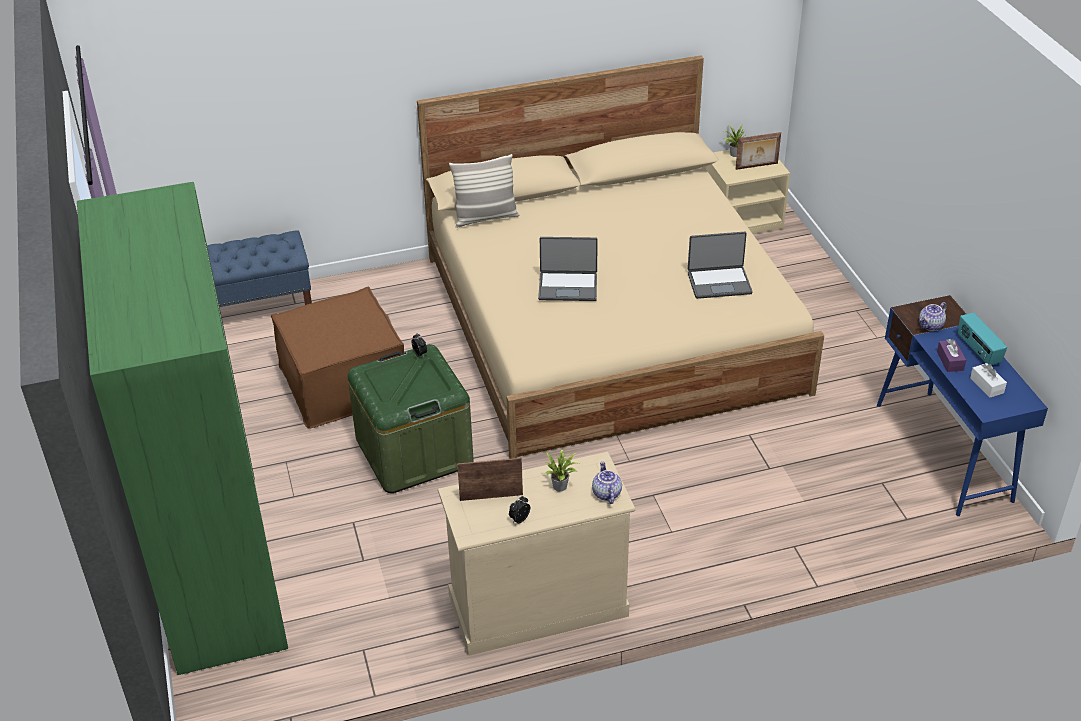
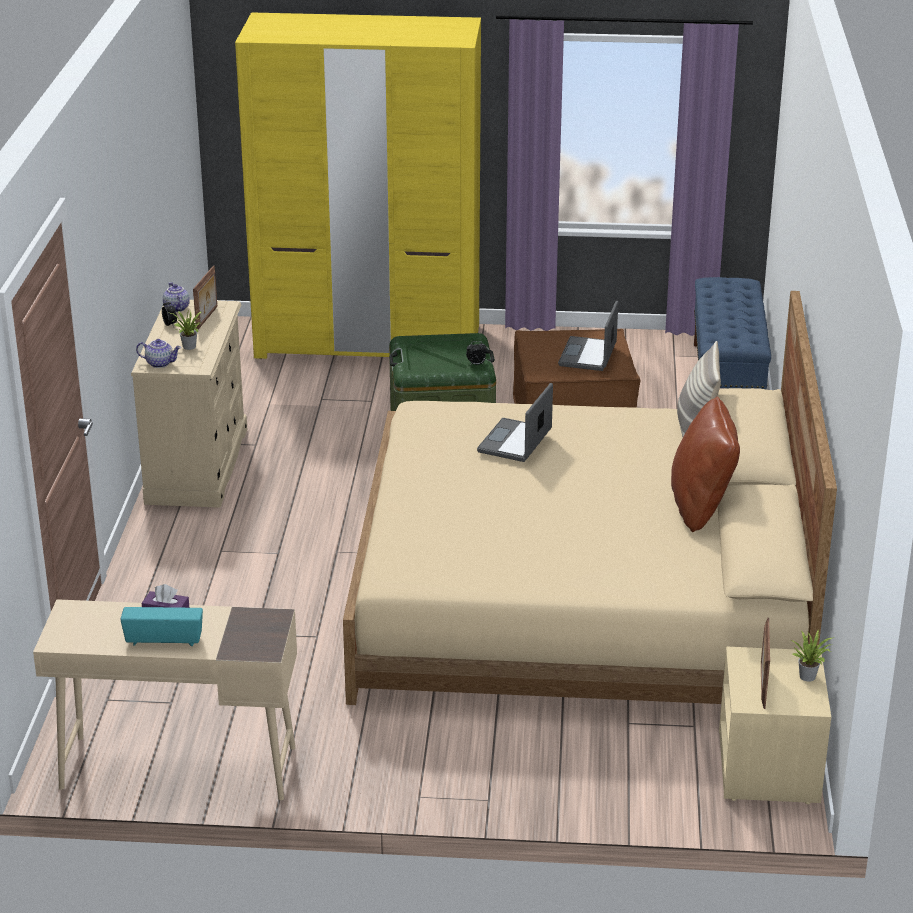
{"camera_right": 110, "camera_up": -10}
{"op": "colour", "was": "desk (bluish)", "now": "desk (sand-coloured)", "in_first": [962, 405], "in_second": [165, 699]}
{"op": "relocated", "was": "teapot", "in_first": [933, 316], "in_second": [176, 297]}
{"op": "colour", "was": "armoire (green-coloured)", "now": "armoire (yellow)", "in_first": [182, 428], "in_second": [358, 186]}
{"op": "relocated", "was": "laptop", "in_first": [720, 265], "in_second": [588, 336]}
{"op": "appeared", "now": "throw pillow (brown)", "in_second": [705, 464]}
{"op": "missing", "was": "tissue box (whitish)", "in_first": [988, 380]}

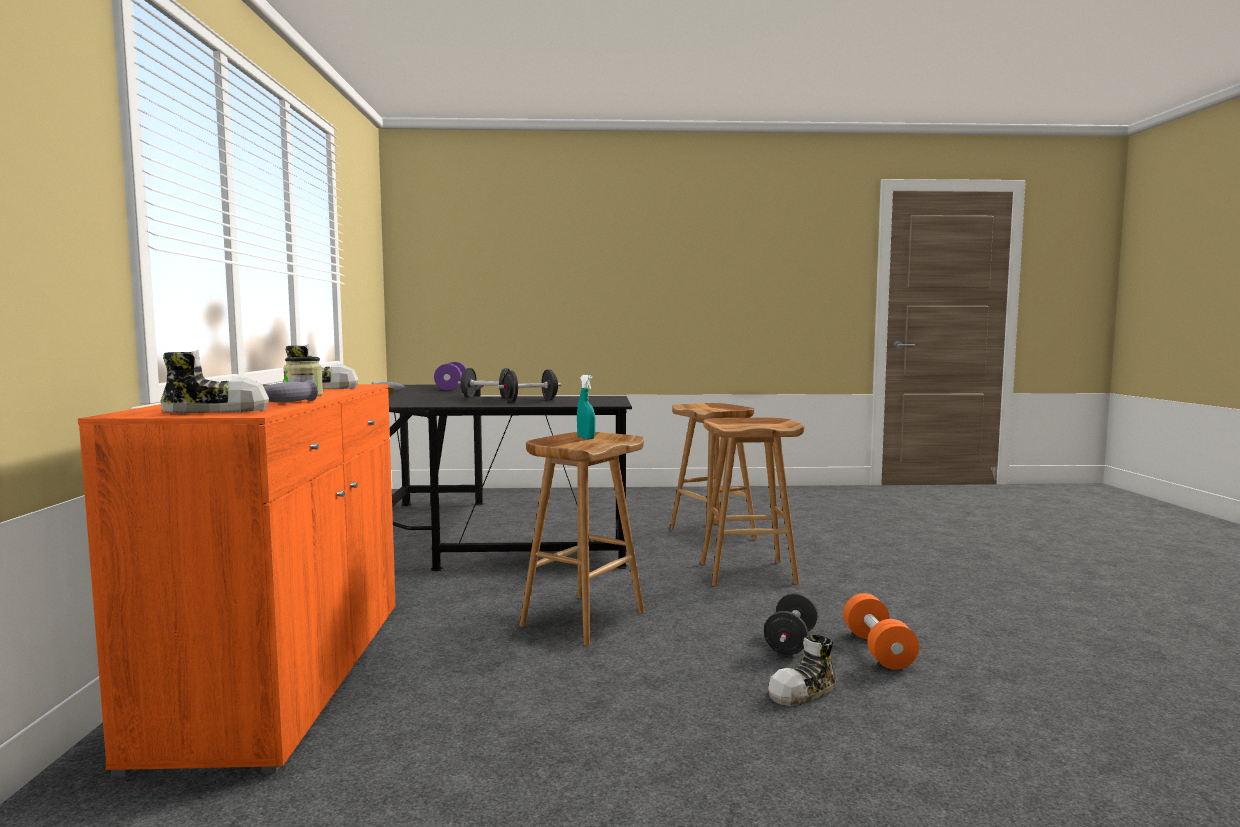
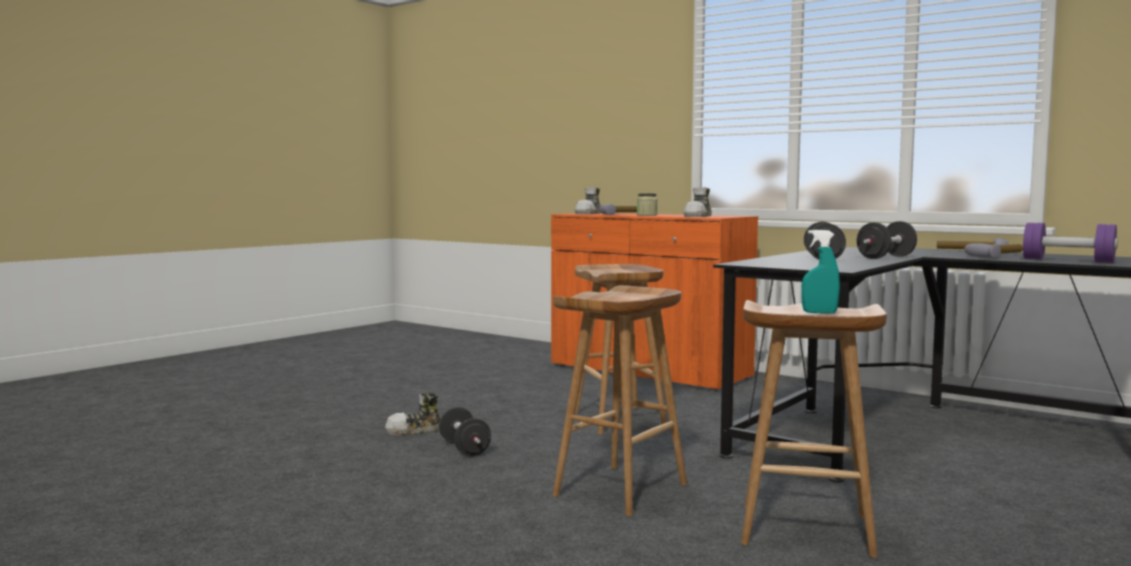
{"camera_right": 130, "camera_up": 0}
{"op": "spun", "was": "shoe", "in_first": [802, 670], "in_second": [413, 414], "clockwise": -120}
{"op": "relocated", "was": "hand sprayer (blue-green)", "in_first": [586, 407], "in_second": [821, 272]}
{"op": "appeared", "now": "hammer", "in_second": [993, 251]}
{"op": "missing", "was": "free weight (orange-coloured)", "in_first": [881, 631]}

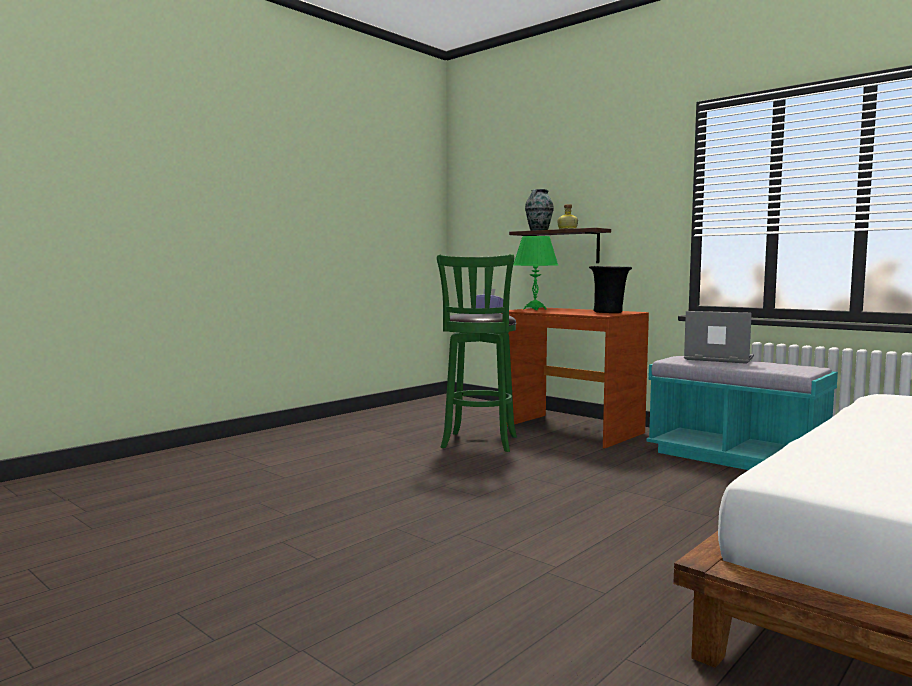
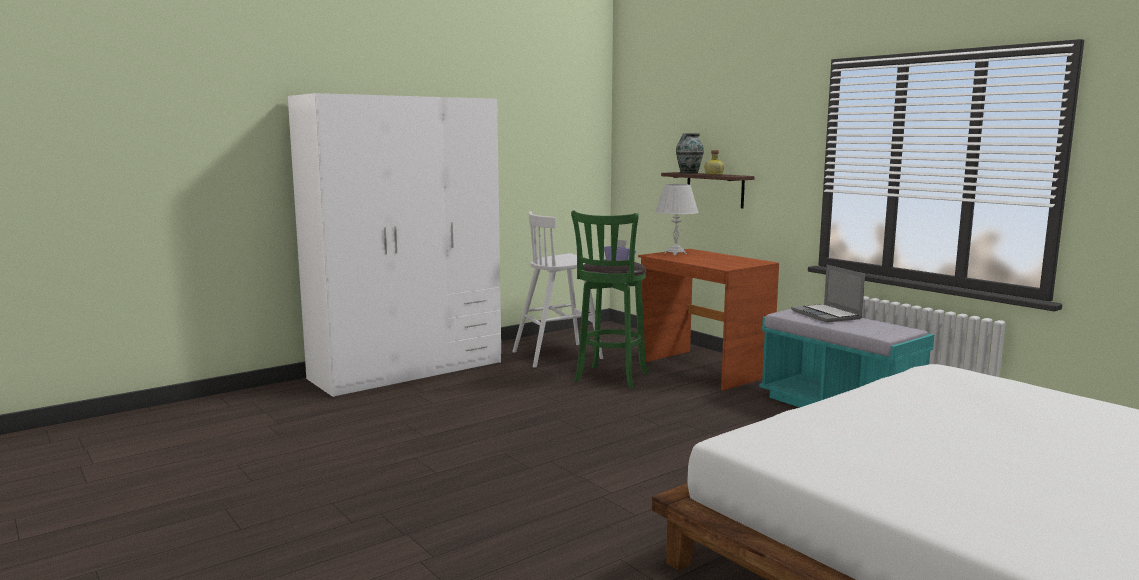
{"camera_right": 10, "camera_up": 5}
{"op": "appeared", "now": "armoire (whitish)", "in_second": [394, 245]}
{"op": "appeared", "now": "stool seat (whitish)", "in_second": [557, 289]}
{"op": "colour", "was": "lamp for a table (green-coloured)", "now": "lamp for a table (whitish)", "in_first": [536, 273], "in_second": [677, 219]}
{"op": "spun", "was": "laptop", "in_first": [719, 337], "in_second": [828, 294], "clockwise": -150}
{"op": "missing", "was": "vase (black-coloured)", "in_first": [610, 289]}

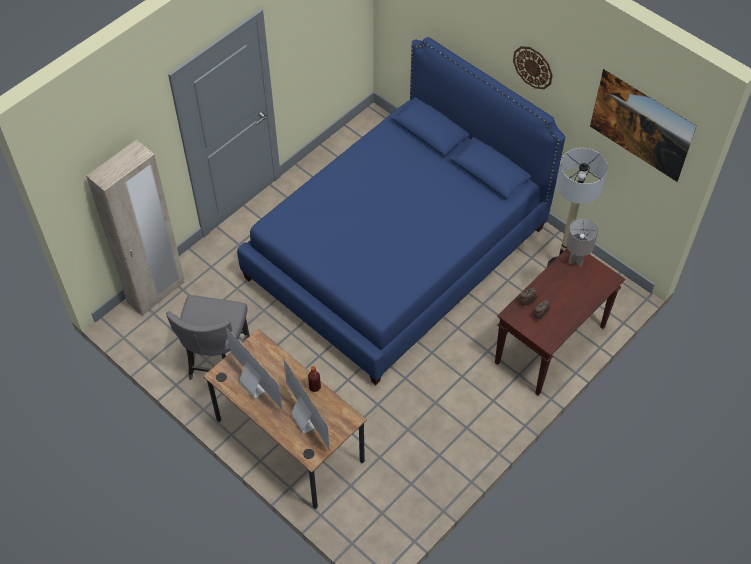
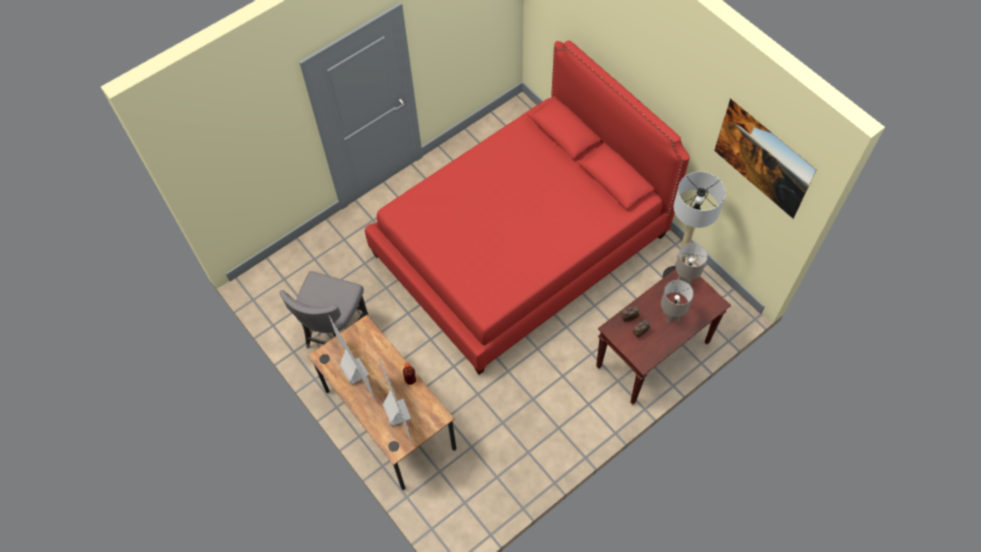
{"camera_right": 10, "camera_up": 5}
{"op": "colour", "was": "bedroom bed (bluish)", "now": "bedroom bed (reddish)", "in_first": [401, 211], "in_second": [527, 208]}
{"op": "appeared", "now": "lamp for a table (grey)", "in_second": [677, 301]}
{"op": "missing", "was": "armoire (sand-coloured)", "in_first": [135, 228]}
{"op": "missing", "was": "hanging clock", "in_first": [533, 67]}

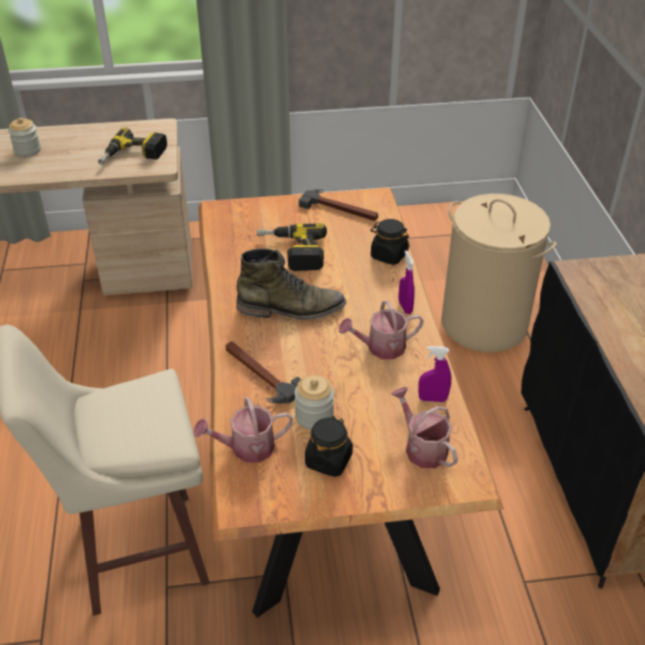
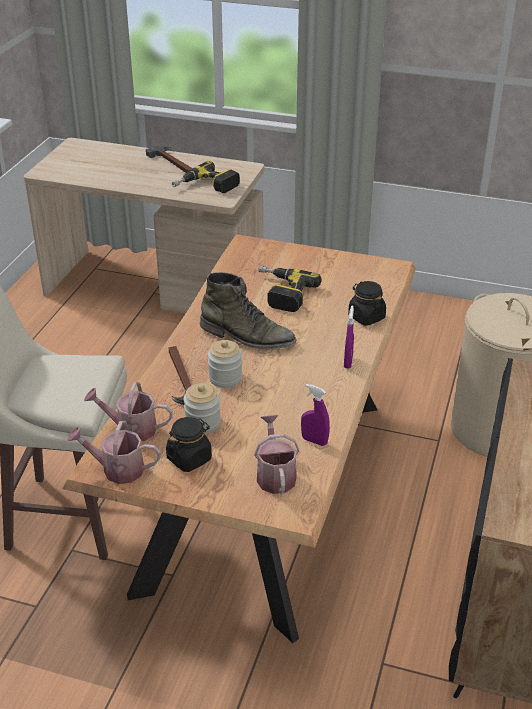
{"camera_right": 25, "camera_up": -5}
{"op": "relocated", "was": "watering pot", "in_first": [381, 330], "in_second": [114, 452]}
{"op": "relocated", "was": "hammer", "in_first": [338, 205], "in_second": [169, 159]}
{"op": "relocated", "was": "preserve jar", "in_first": [24, 137], "in_second": [225, 364]}

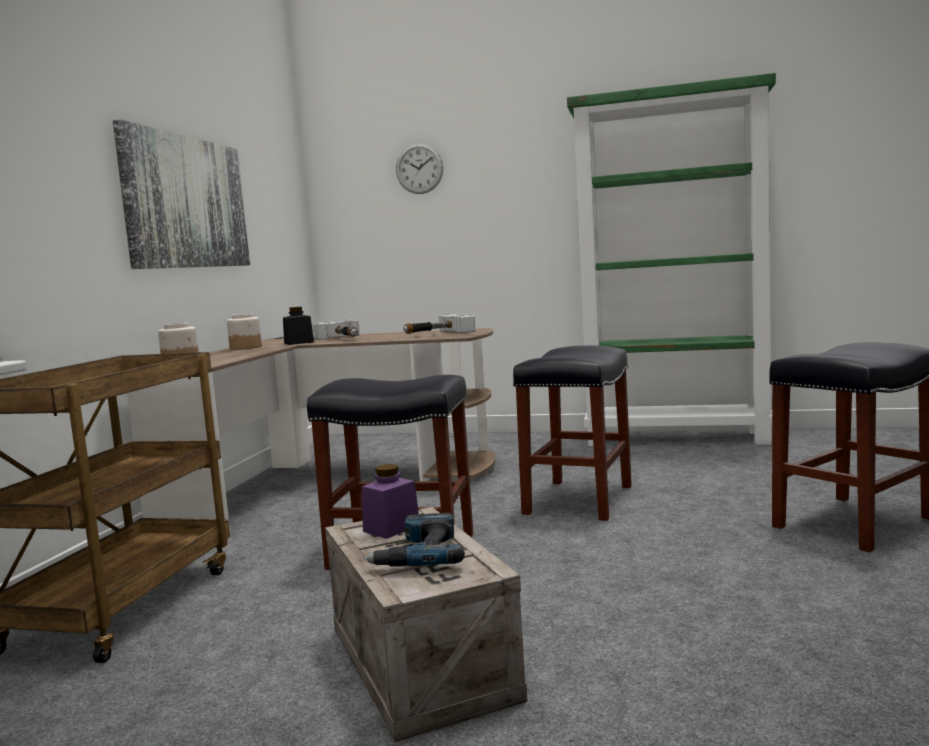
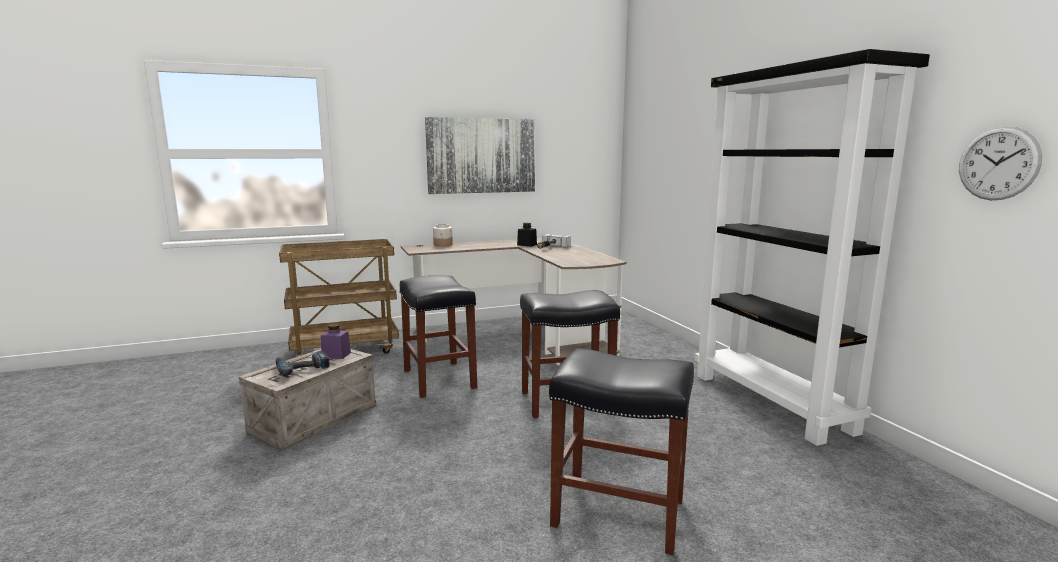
{"camera_right": 55, "camera_up": 5}
{"op": "colour", "was": "bookcase (green-coloured)", "now": "bookcase (black-coloured)", "in_first": [671, 259], "in_second": [812, 247]}
{"op": "relocated", "was": "hanging clock", "in_first": [419, 168], "in_second": [1000, 163]}
{"op": "missing", "was": "preserve jar", "in_first": [244, 331]}
{"op": "missing", "was": "hammer", "in_first": [439, 324]}

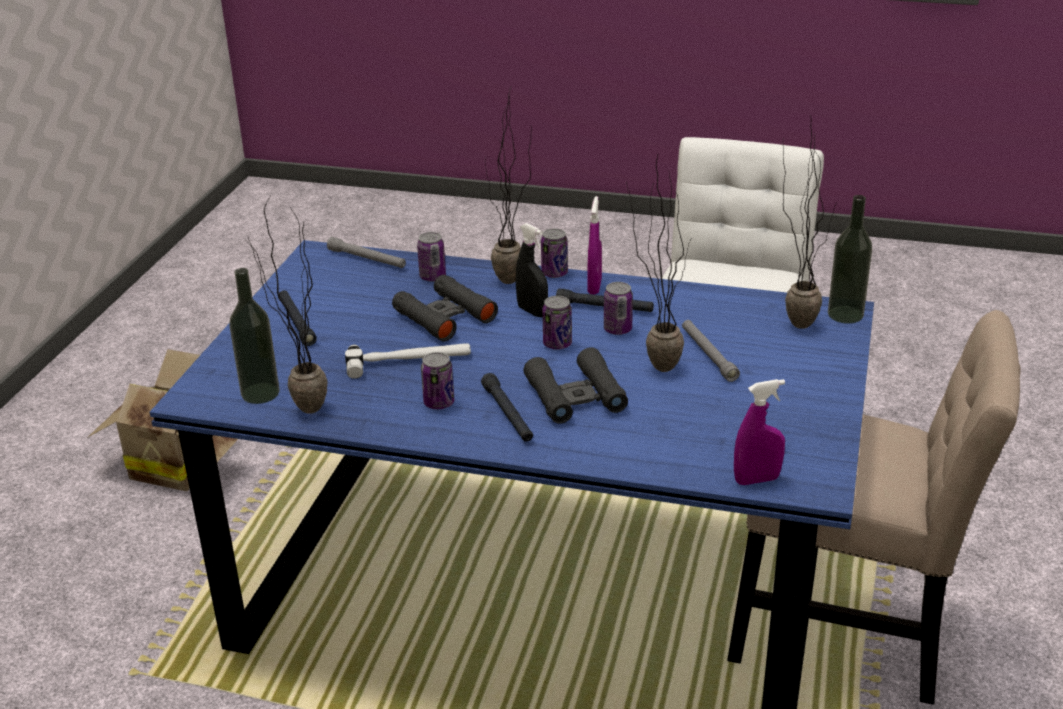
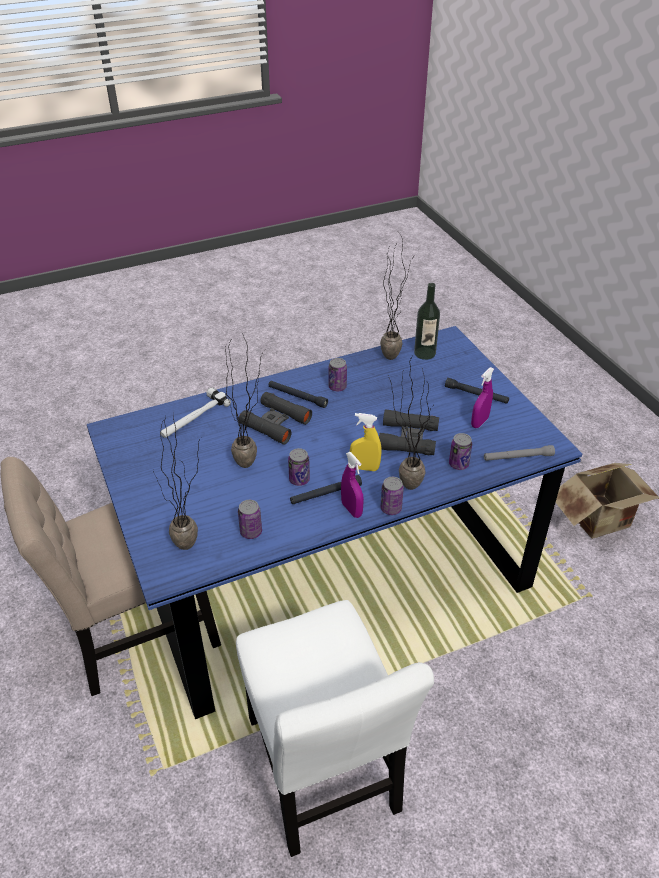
{"camera_right": 140, "camera_up": 10}
{"op": "relocated", "was": "hammer", "in_first": [408, 361], "in_second": [195, 412]}
{"op": "relocated", "was": "metal can", "in_first": [557, 323], "in_second": [250, 519]}
{"op": "colour", "was": "hand sprayer (black-coloured)", "now": "hand sprayer (yellow)", "in_first": [532, 270], "in_second": [365, 442]}
{"op": "relocated", "was": "hand sprayer (purple-coloured)", "in_first": [759, 432], "in_second": [482, 397]}
{"op": "missing", "was": "flashlight (grey)", "in_first": [711, 351]}
{"op": "missing", "was": "bottle", "in_first": [850, 259]}

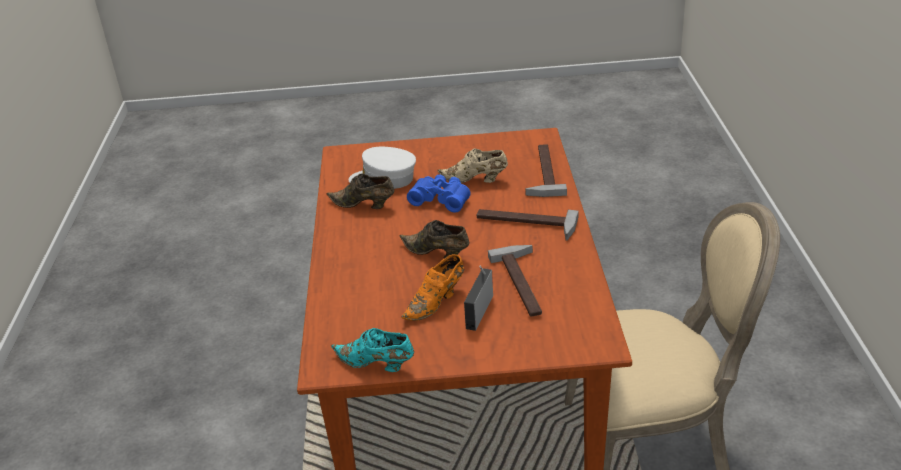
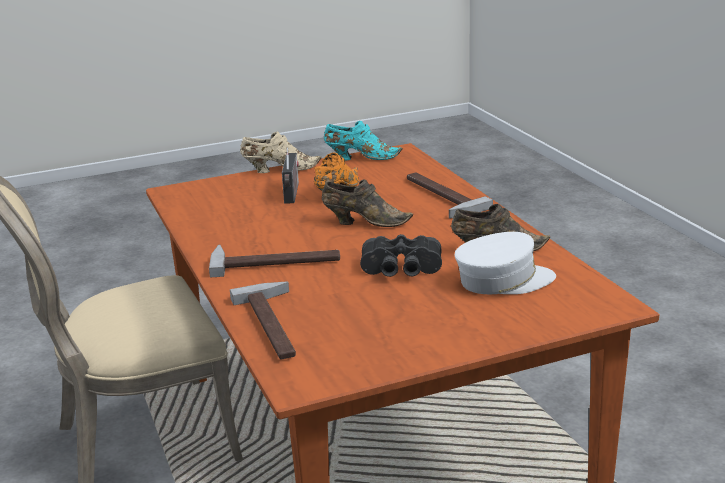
{"camera_right": 160, "camera_up": -10}
{"op": "relocated", "was": "shoe (sand-coloured)", "in_first": [472, 165], "in_second": [280, 152]}
{"op": "colour", "was": "pair of binoculars (bluish)", "now": "pair of binoculars (black-coloured)", "in_first": [439, 193], "in_second": [401, 255]}
{"op": "relocated", "was": "hammer", "in_first": [515, 281], "in_second": [450, 195]}

